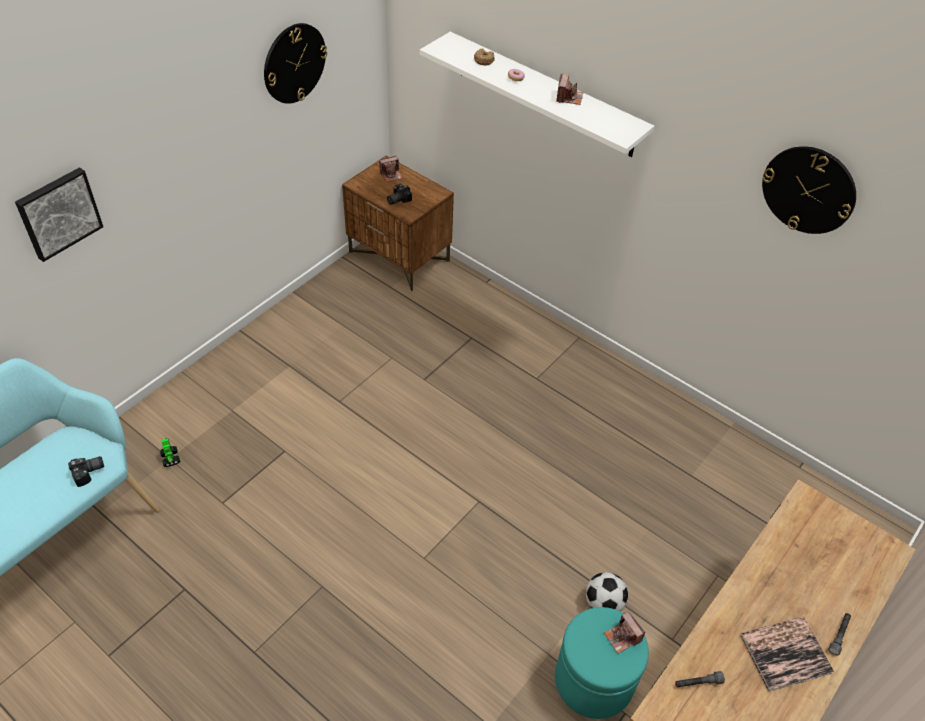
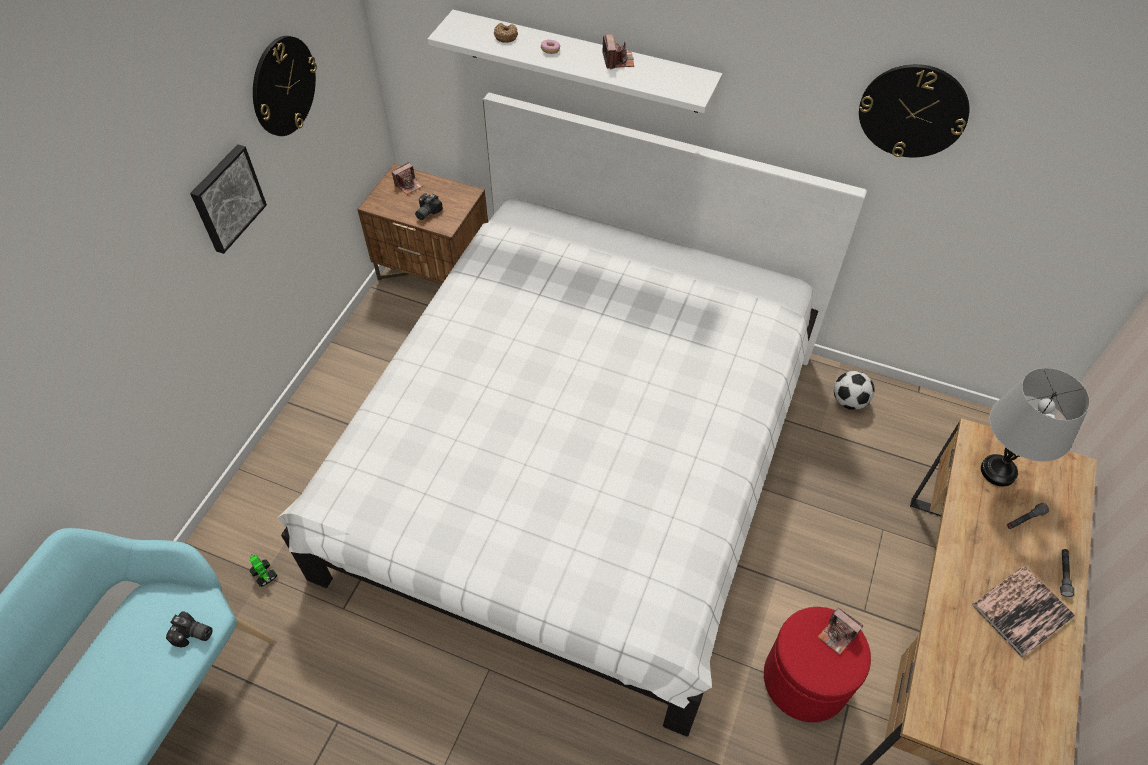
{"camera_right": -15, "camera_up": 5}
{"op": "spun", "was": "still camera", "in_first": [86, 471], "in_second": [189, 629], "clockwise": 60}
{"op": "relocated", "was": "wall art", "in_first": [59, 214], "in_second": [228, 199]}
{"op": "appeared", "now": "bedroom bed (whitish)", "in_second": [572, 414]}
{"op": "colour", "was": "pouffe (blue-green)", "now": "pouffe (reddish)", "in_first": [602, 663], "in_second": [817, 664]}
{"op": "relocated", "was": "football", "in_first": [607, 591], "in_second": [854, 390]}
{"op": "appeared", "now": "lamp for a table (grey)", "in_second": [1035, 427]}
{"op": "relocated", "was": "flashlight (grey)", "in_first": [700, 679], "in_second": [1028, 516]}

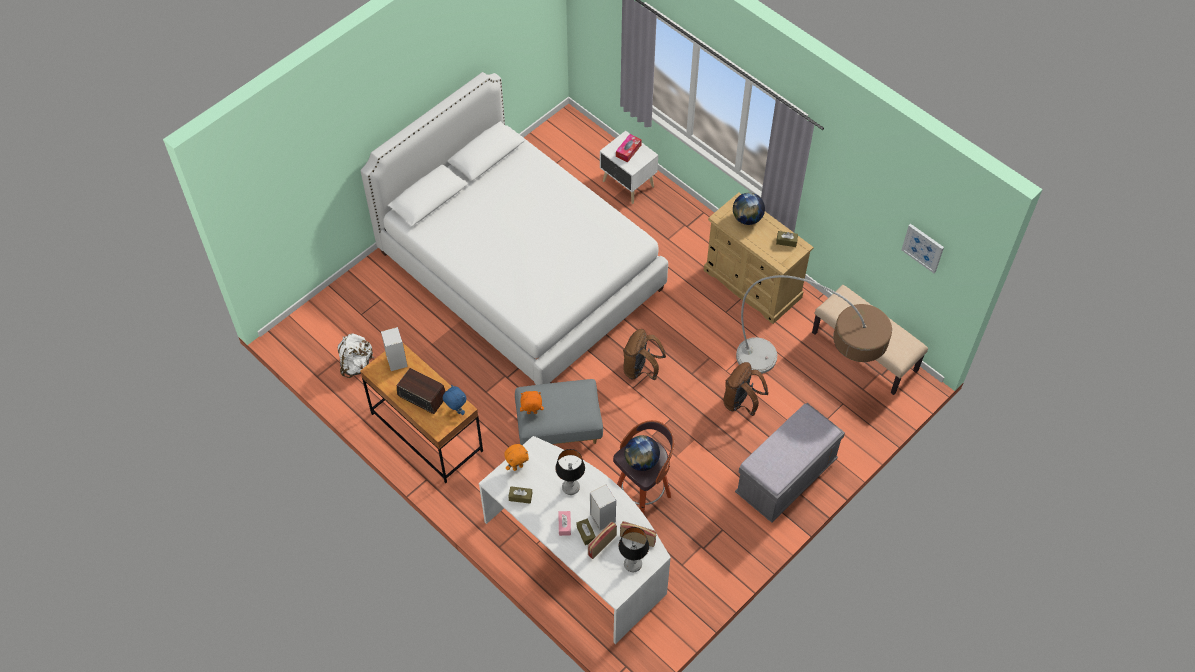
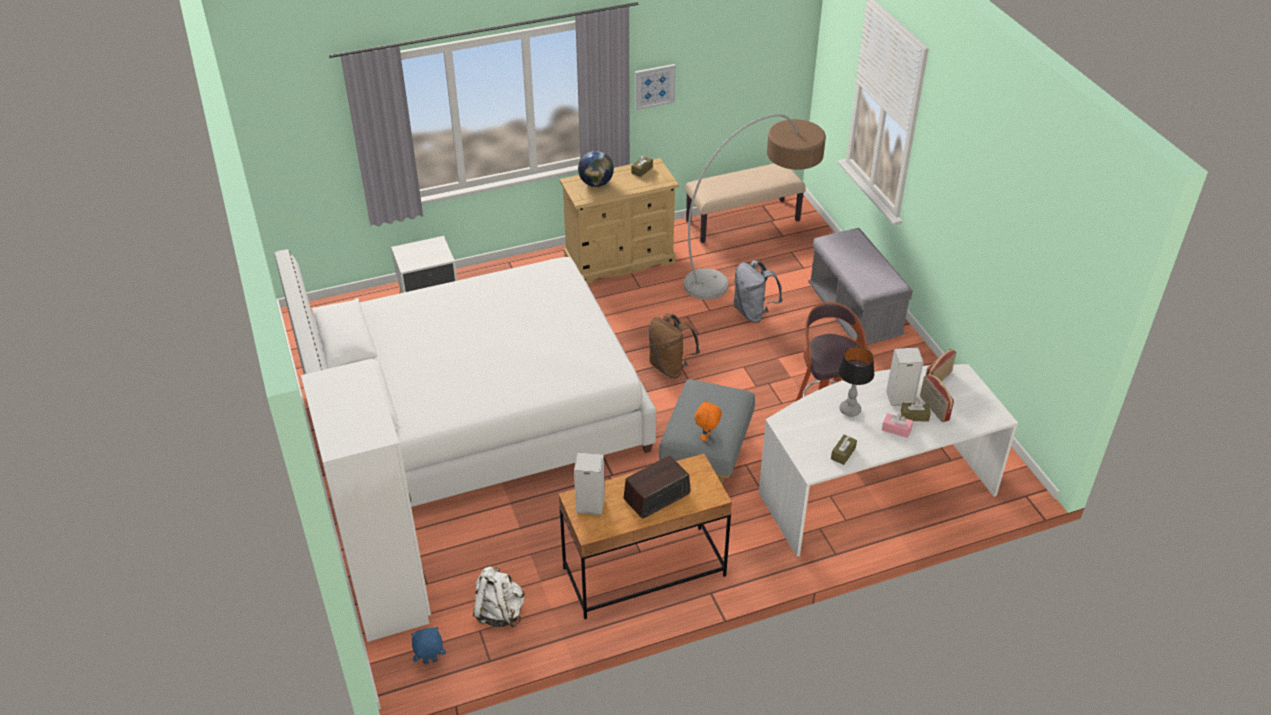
{"camera_right": -65, "camera_up": -15}
{"op": "appeared", "now": "armoire (whitish)", "in_second": [366, 500]}
{"op": "relocated", "was": "cuddly toy (bluish)", "in_first": [455, 400], "in_second": [428, 646]}
{"op": "relocated", "was": "wall art", "in_first": [923, 248], "in_second": [655, 87]}
{"op": "colour", "was": "backpack (brown)", "now": "backpack (grey)", "in_first": [745, 389], "in_second": [758, 291]}
{"op": "missing", "was": "cuddly toy (orange-coloured)", "in_first": [516, 457]}
{"op": "missing", "was": "tissue box", "in_first": [629, 148]}
{"op": "missing", "was": "lamp for a table", "in_first": [634, 549]}
{"op": "missing", "was": "globe", "in_first": [642, 453]}

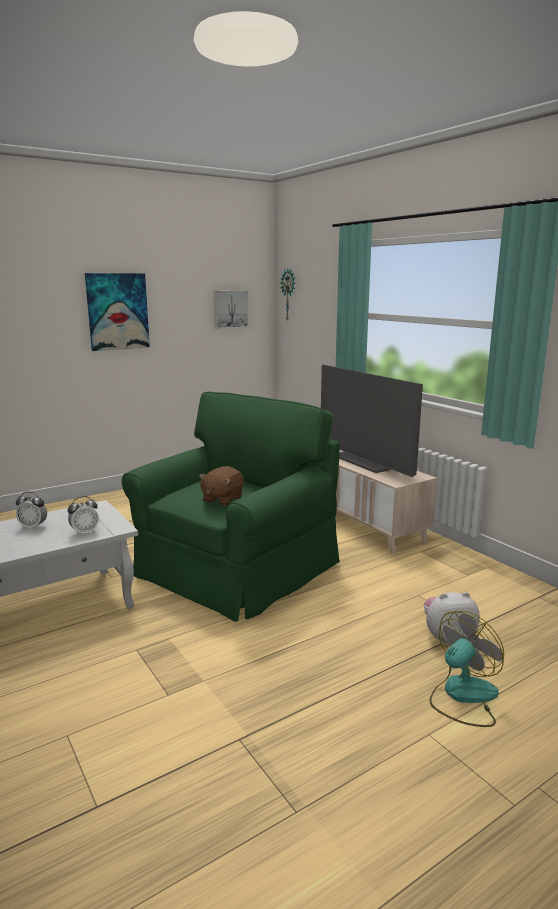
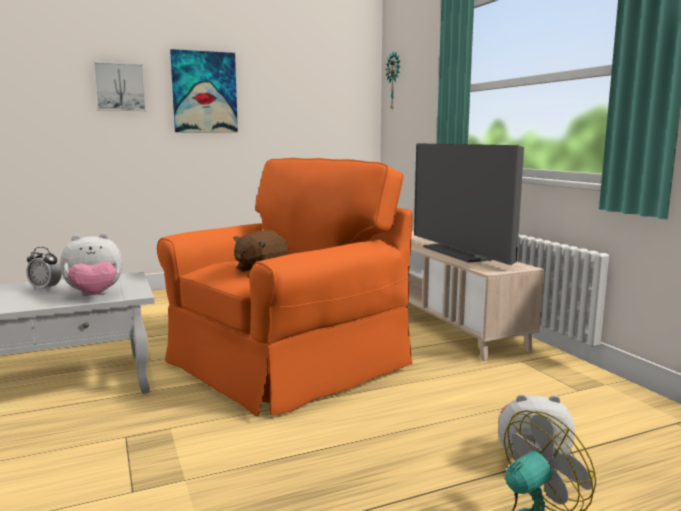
{"camera_right": 10, "camera_up": -5}
{"op": "exchanged", "was": "bedside clock", "now": "cuddly toy", "in_first": [83, 516], "in_second": [91, 264]}
{"op": "relocated", "was": "wall art", "in_first": [231, 309], "in_second": [120, 86]}
{"op": "colour", "was": "lounge chair (green-coloured)", "now": "lounge chair (orange-coloured)", "in_first": [231, 507], "in_second": [285, 287]}

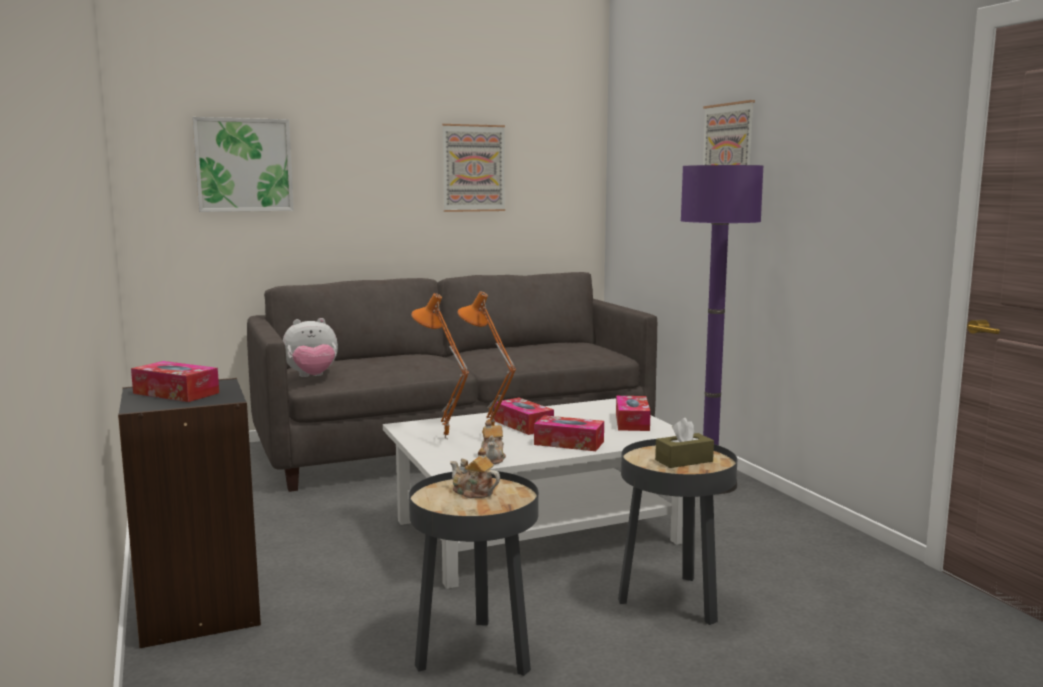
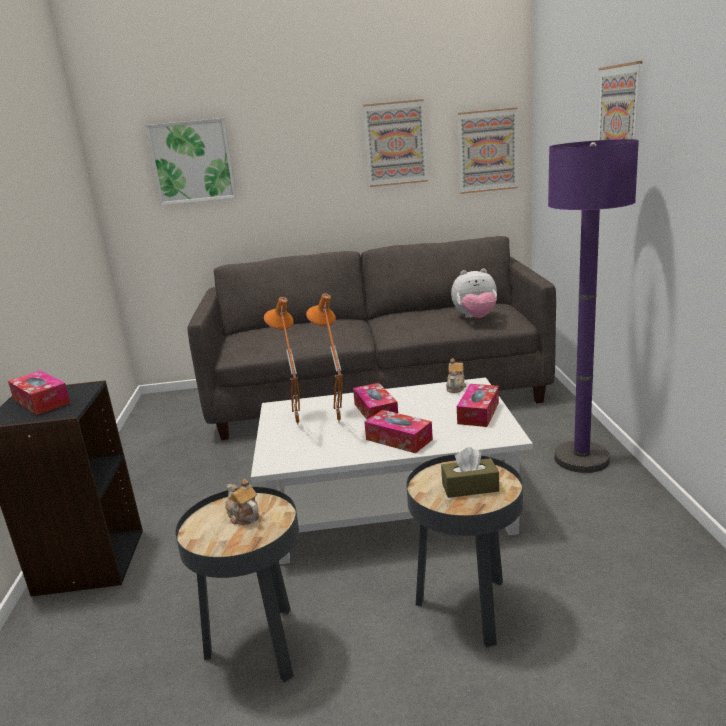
{"camera_right": 20, "camera_up": 10}
{"op": "relocated", "was": "teapot", "in_first": [493, 442], "in_second": [456, 375]}
{"op": "relocated", "was": "cuddly toy", "in_first": [310, 347], "in_second": [474, 293]}
{"op": "appeared", "now": "wall art", "in_second": [488, 150]}

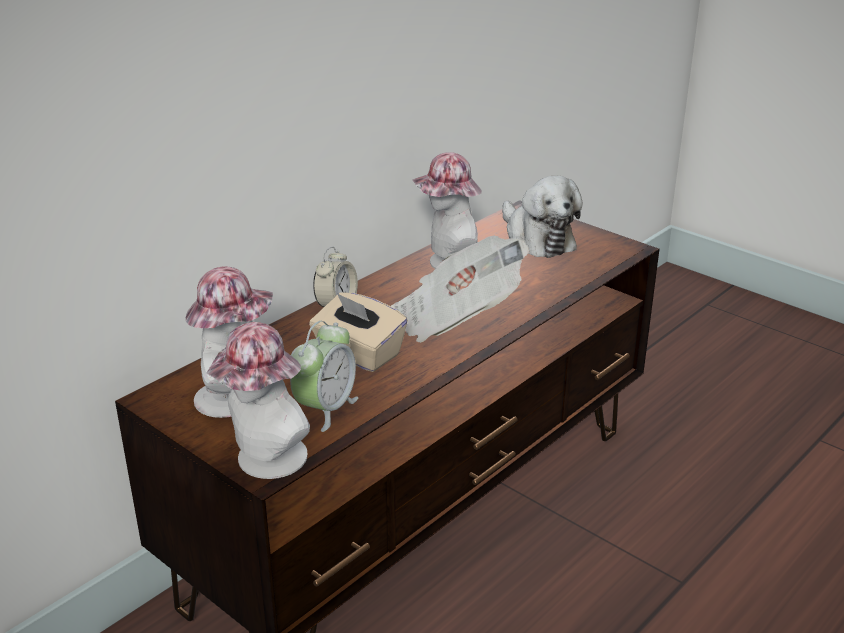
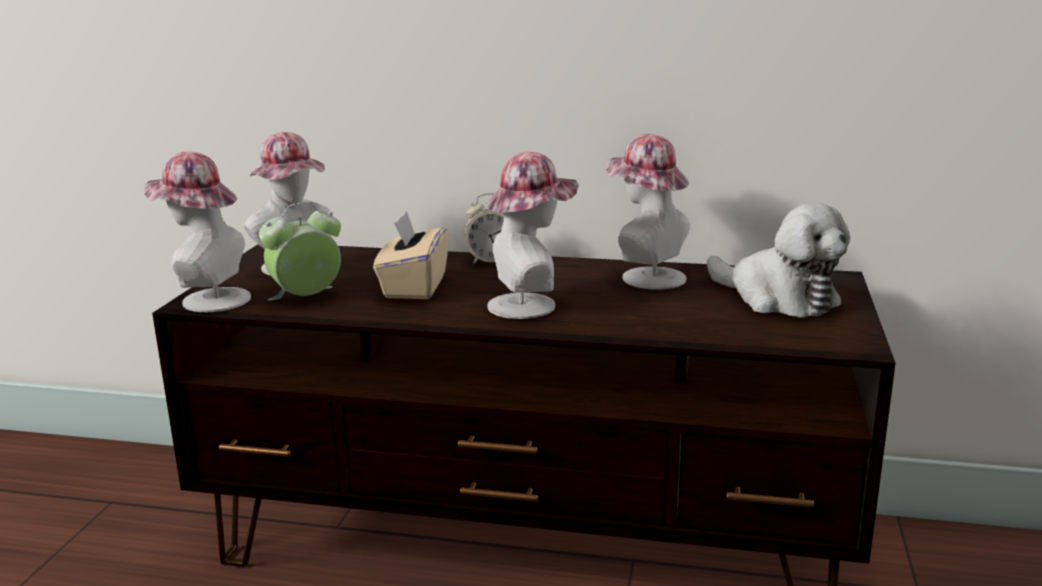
{"camera_right": 60, "camera_up": -10}
{"op": "spun", "was": "bedside clock", "in_first": [324, 376], "in_second": [300, 251], "clockwise": 150}
{"op": "exchanged", "was": "printed paper", "now": "clothing hat", "in_first": [460, 289], "in_second": [532, 235]}
{"op": "spun", "was": "cuddly toy", "in_first": [542, 217], "in_second": [778, 260], "clockwise": -75}

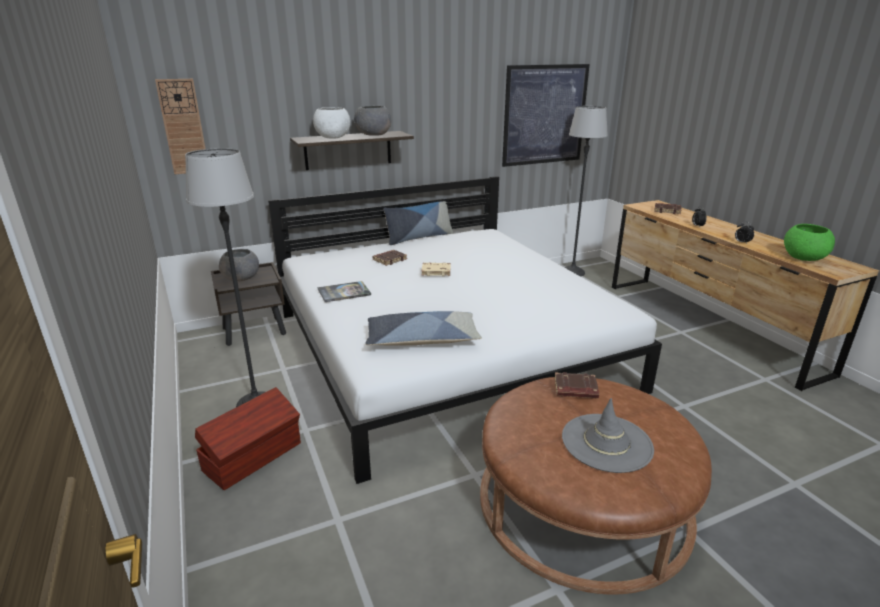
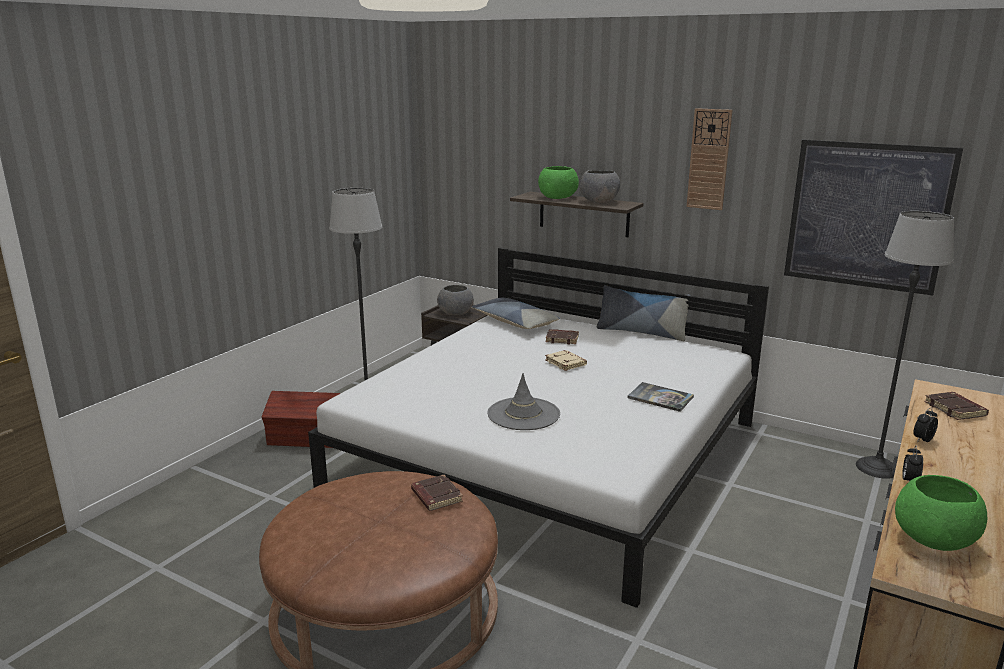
{"camera_right": 55, "camera_up": -5}
{"op": "relocated", "was": "throw pillow", "in_first": [424, 328], "in_second": [515, 313]}
{"op": "relocated", "was": "clothing hat (grey)", "in_first": [608, 435], "in_second": [524, 401]}
{"op": "colour", "was": "serving bowl (whitish)", "now": "serving bowl (green-coloured)", "in_first": [332, 123], "in_second": [558, 182]}
{"op": "relocated", "was": "book", "in_first": [344, 291], "in_second": [660, 397]}
{"op": "relocated", "was": "hanging clock", "in_first": [180, 126], "in_second": [709, 159]}

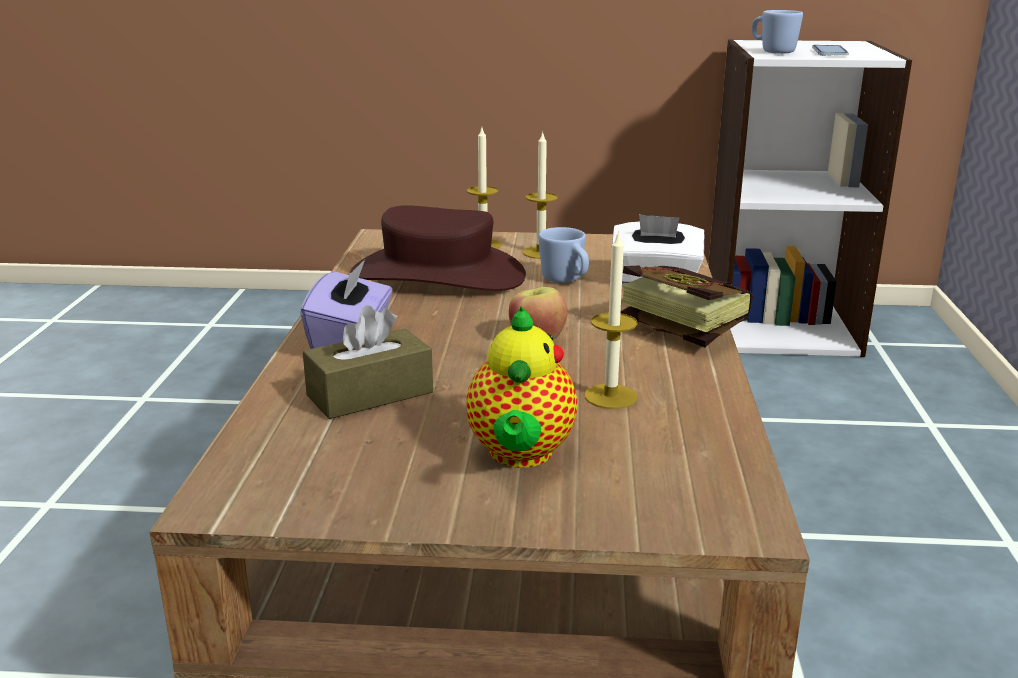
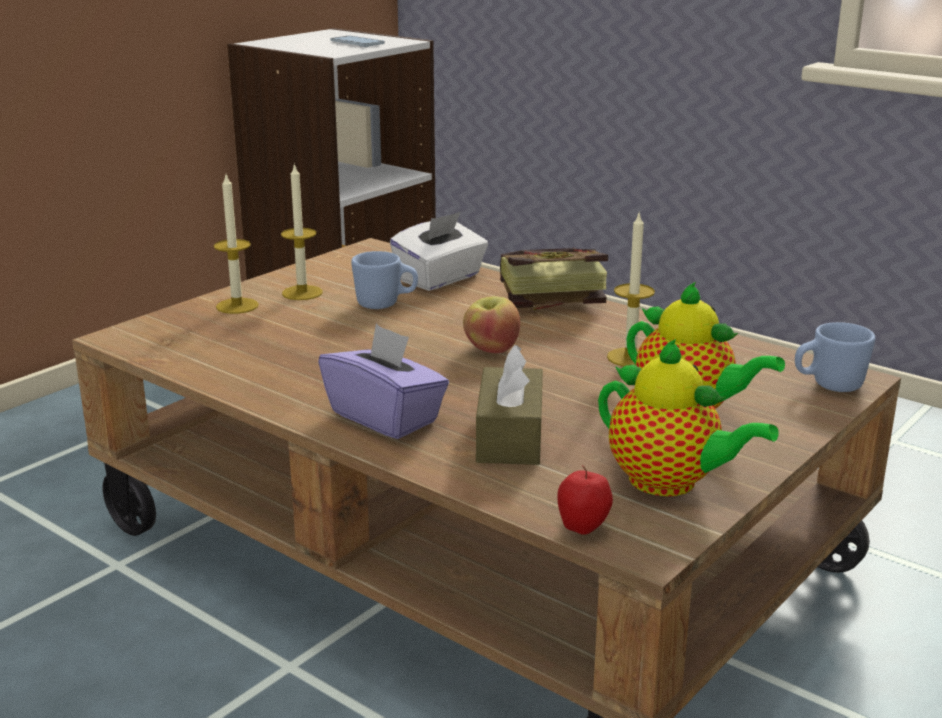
{"camera_right": -55, "camera_up": 0}
{"op": "appeared", "now": "apple", "in_second": [585, 500]}
{"op": "appeared", "now": "teapot", "in_second": [688, 418]}
{"op": "relocated", "was": "coffee mug (bluish)", "in_first": [777, 32], "in_second": [835, 357]}
{"op": "missing", "was": "clothing hat (brown)", "in_first": [438, 248]}

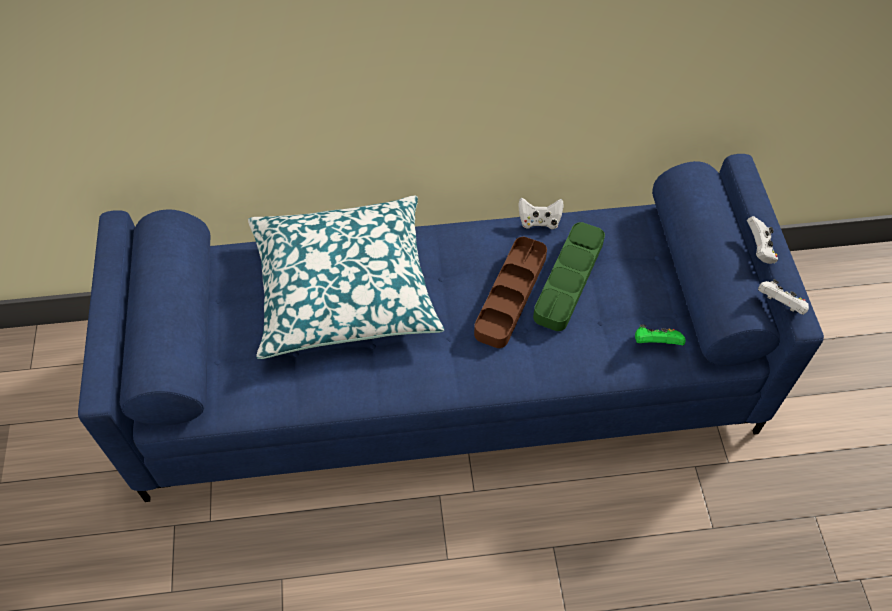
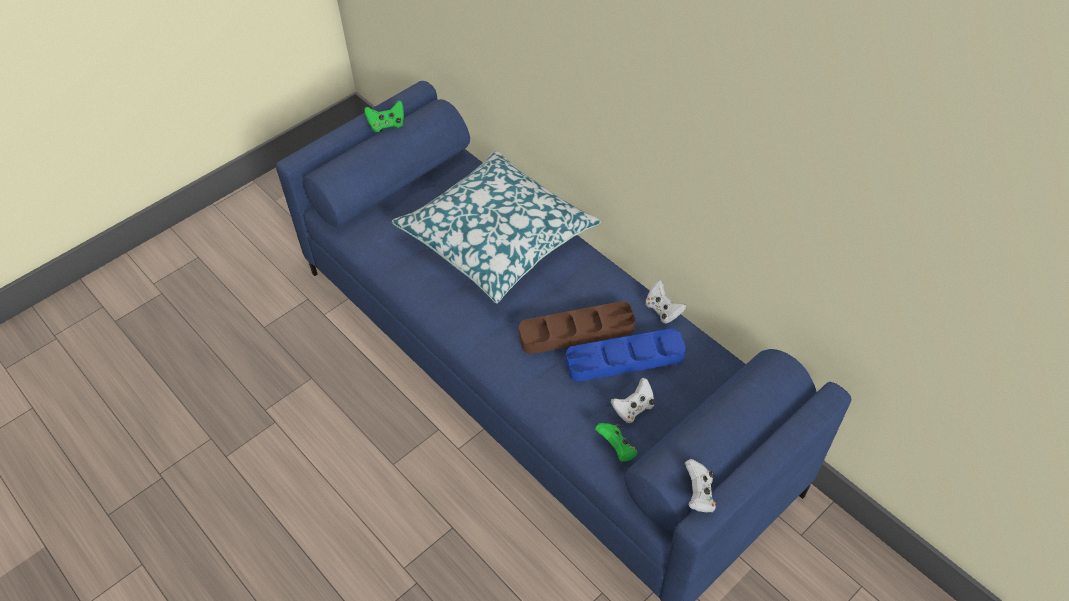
{"camera_right": 55, "camera_up": -5}
{"op": "appeared", "now": "game controller (green-coloured)", "in_second": [384, 116]}
{"op": "colour", "was": "tray (green-coloured)", "now": "tray (bluish)", "in_first": [569, 276], "in_second": [625, 355]}
{"op": "relocated", "was": "game controller (whitish)", "in_first": [762, 240], "in_second": [633, 400]}

